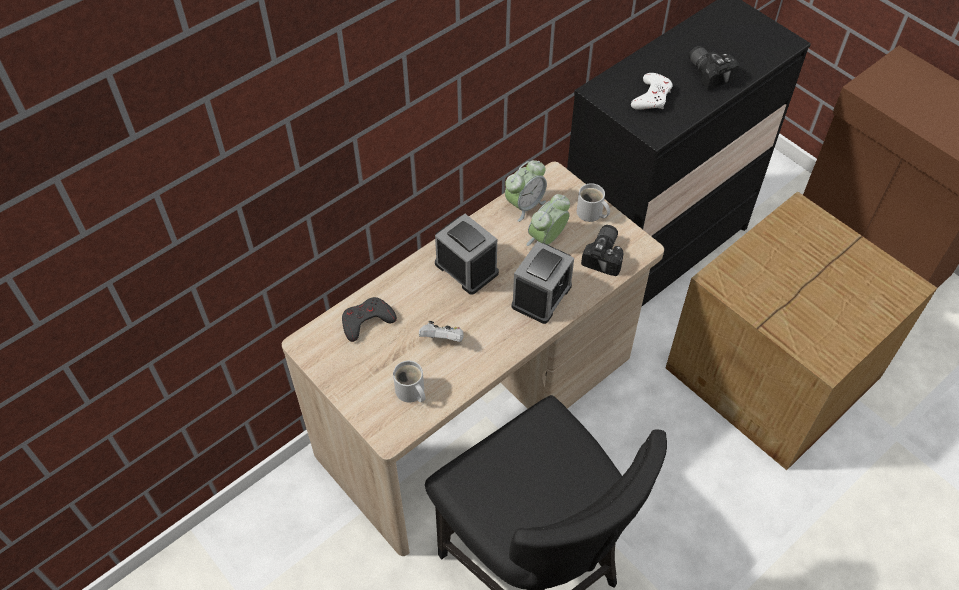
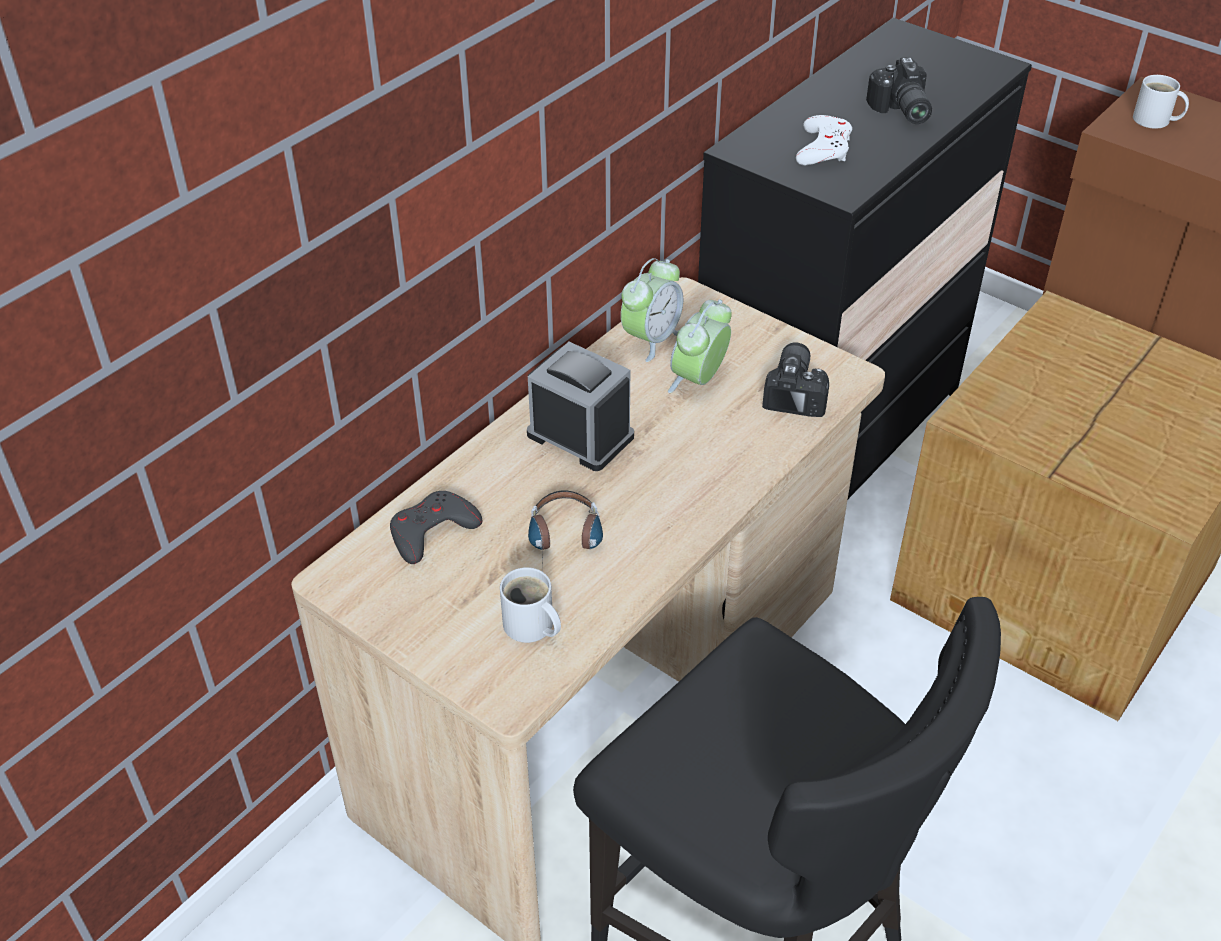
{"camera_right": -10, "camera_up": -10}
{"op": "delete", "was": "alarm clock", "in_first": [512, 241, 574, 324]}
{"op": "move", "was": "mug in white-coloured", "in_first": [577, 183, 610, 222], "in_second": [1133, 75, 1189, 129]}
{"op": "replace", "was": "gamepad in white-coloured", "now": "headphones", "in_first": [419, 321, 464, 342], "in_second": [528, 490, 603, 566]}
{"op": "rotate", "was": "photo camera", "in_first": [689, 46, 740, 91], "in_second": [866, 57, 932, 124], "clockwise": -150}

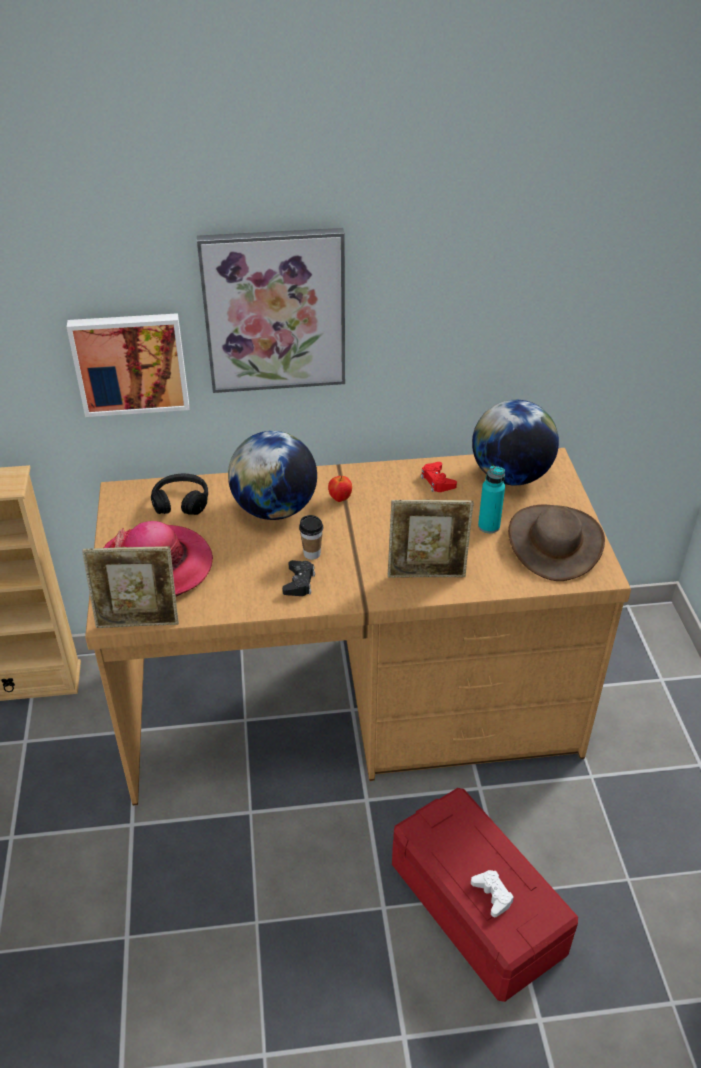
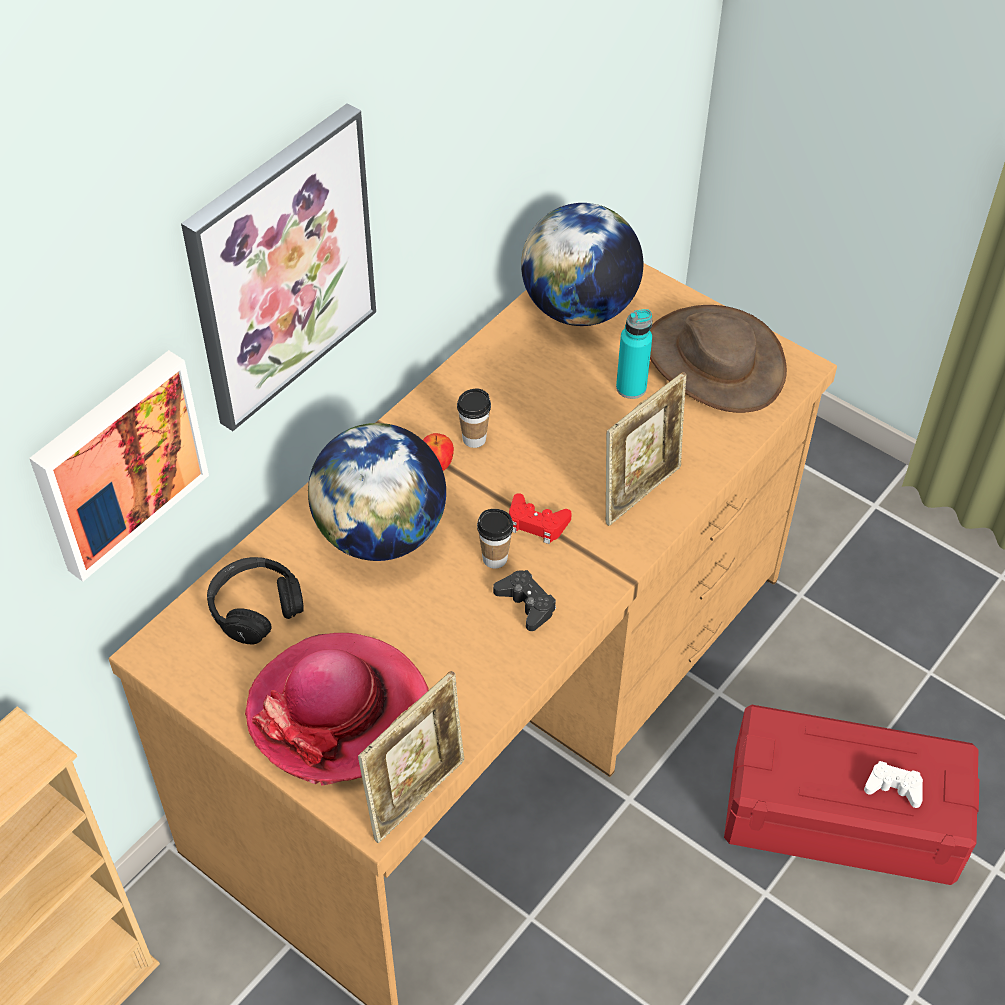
{"camera_right": -45, "camera_up": 10}
{"op": "insert", "now": "cup", "in_second": [457, 389, 491, 448]}
{"op": "move", "was": "gamepad in red-coloured", "in_first": [421, 462, 457, 492], "in_second": [509, 493, 572, 544]}

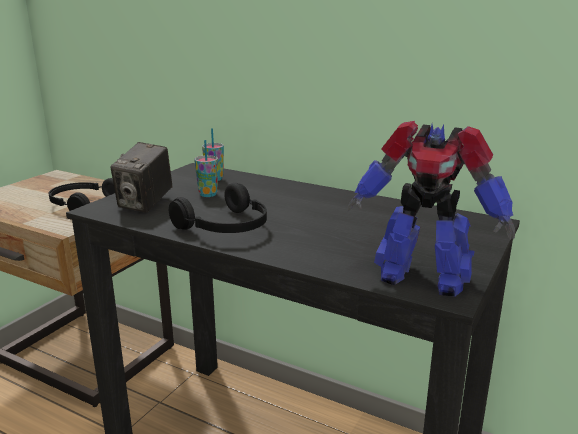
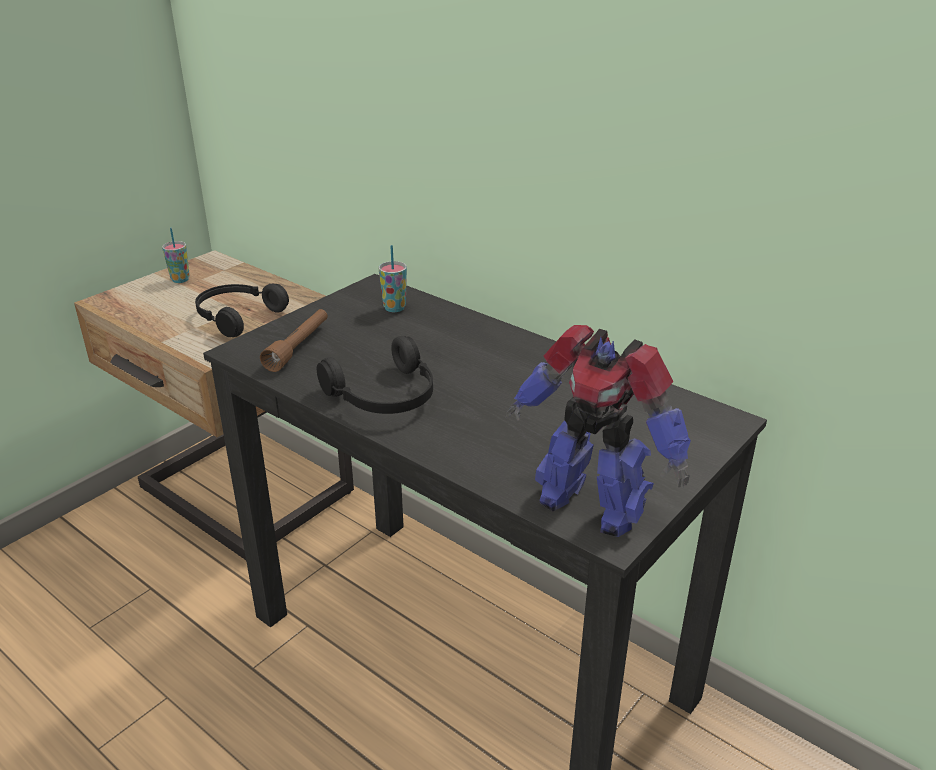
{"camera_right": 10, "camera_up": 10}
{"op": "move", "was": "cup", "in_first": [194, 140, 218, 197], "in_second": [162, 228, 190, 283]}
{"op": "replace", "was": "photo camera", "now": "torch in brown", "in_first": [111, 142, 172, 213], "in_second": [260, 309, 328, 372]}

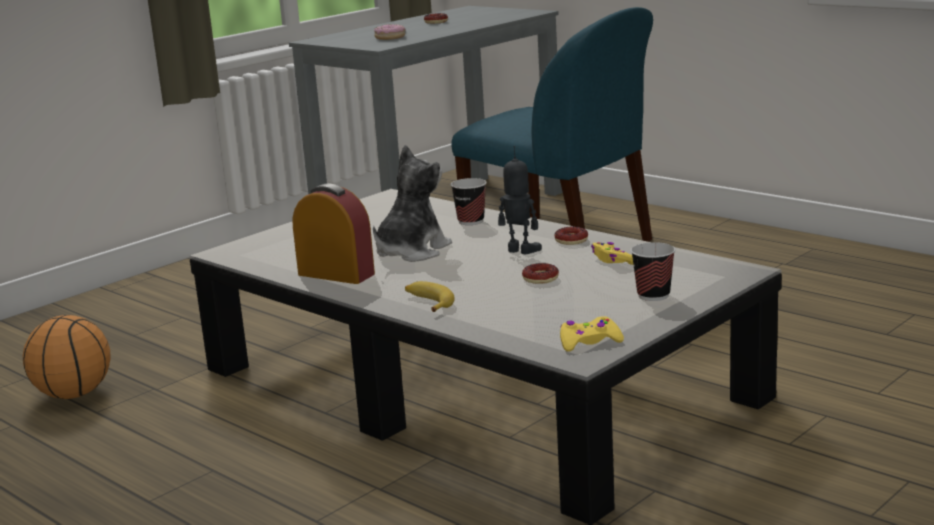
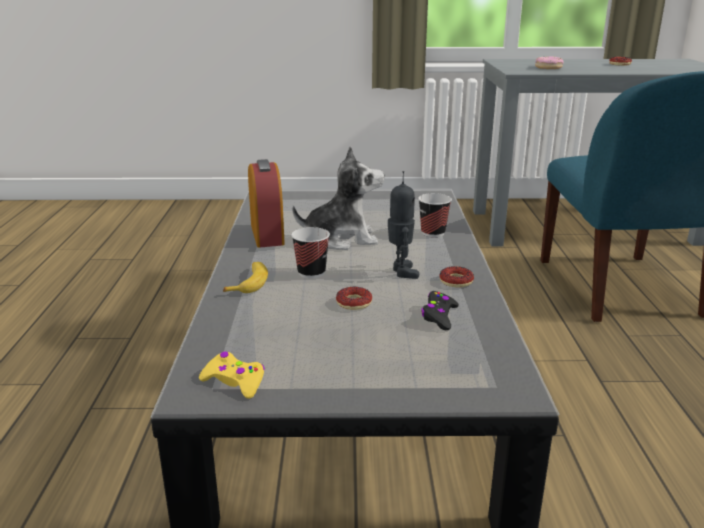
{"camera_right": 45, "camera_up": 5}
{"op": "delete", "was": "ball for basketball", "in_first": [23, 315, 111, 399]}
{"op": "move", "was": "cup", "in_first": [631, 242, 675, 301], "in_second": [291, 227, 330, 278]}
{"op": "recolor", "was": "gamepad in yellow", "now": "gamepad in black", "in_first": [591, 242, 633, 265], "in_second": [421, 291, 459, 330]}

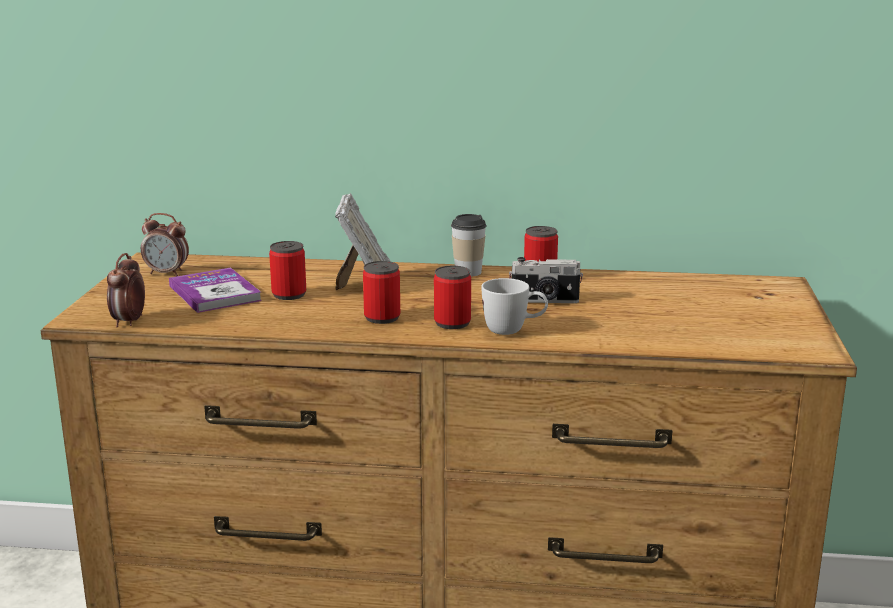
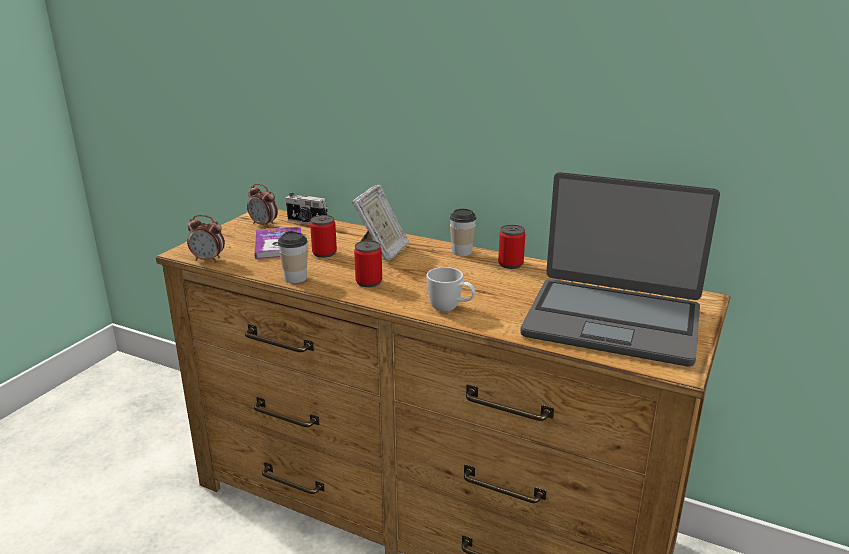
{"camera_right": 20, "camera_up": 5}
{"op": "delete", "was": "sealed can", "in_first": [434, 266, 471, 329]}
{"op": "insert", "now": "cup", "in_second": [278, 231, 307, 283]}
{"op": "insert", "now": "portable computer", "in_second": [520, 172, 720, 367]}
{"op": "move", "was": "photo camera", "in_first": [509, 257, 583, 303], "in_second": [286, 193, 328, 224]}
{"op": "rotate", "was": "alarm clock", "in_first": [107, 253, 145, 327], "in_second": [187, 215, 225, 263], "clockwise": -105}

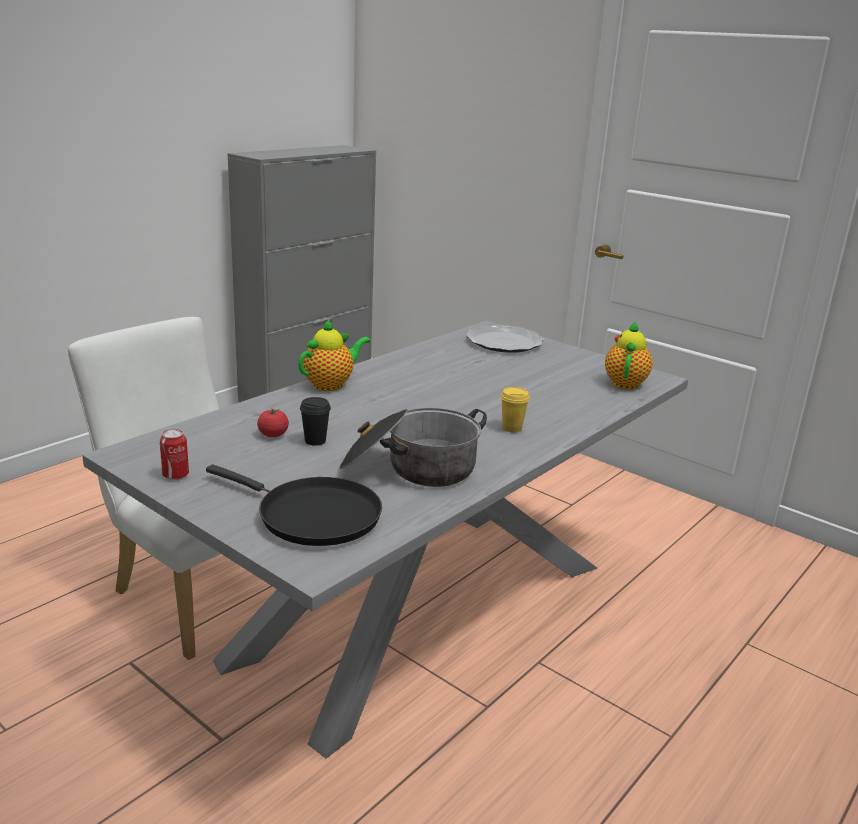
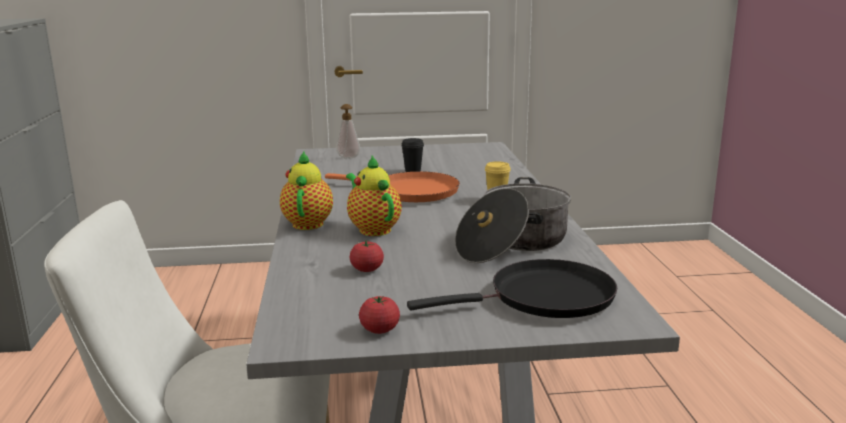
{"camera_right": -45, "camera_up": -5}
{"op": "insert", "now": "pan in orange-coloured", "in_second": [325, 171, 460, 202]}
{"op": "move", "was": "cup in black", "in_first": [300, 397, 331, 446], "in_second": [401, 138, 424, 172]}
{"op": "move", "was": "tea pot", "in_first": [605, 320, 653, 389], "in_second": [346, 155, 402, 236]}
{"op": "replace", "was": "sealed can", "now": "tomato", "in_first": [160, 429, 189, 480], "in_second": [359, 296, 400, 334]}
{"op": "replace", "was": "plate", "now": "liquid soap bottle", "in_first": [466, 325, 544, 353], "in_second": [336, 104, 360, 159]}

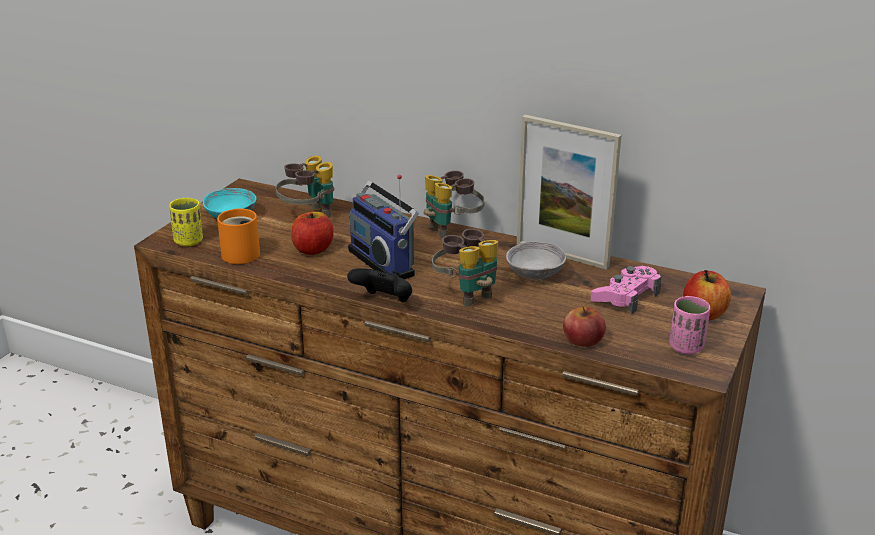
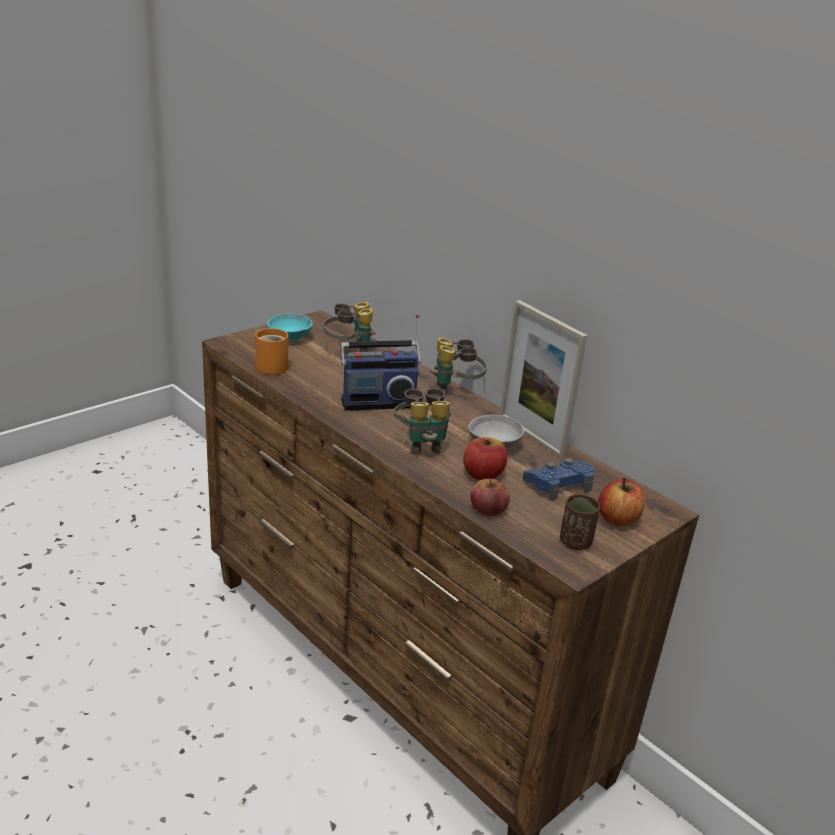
{"camera_right": 20, "camera_up": 0}
{"op": "delete", "was": "cup in yellow", "in_first": [169, 198, 203, 246]}
{"op": "delete", "was": "gamepad in black", "in_first": [347, 268, 412, 302]}
{"op": "move", "was": "whole apple", "in_first": [291, 212, 334, 255], "in_second": [463, 437, 507, 480]}
{"op": "recolor", "was": "gamepad in pinkish", "now": "gamepad in blue-coloured", "in_first": [590, 266, 661, 314], "in_second": [523, 458, 594, 500]}
{"op": "recolor", "was": "cup in pinkish", "now": "cup in brown", "in_first": [669, 296, 710, 355], "in_second": [560, 494, 600, 550]}
{"op": "rotate", "was": "radio", "in_first": [348, 175, 419, 279], "in_second": [341, 314, 421, 411], "clockwise": -90}

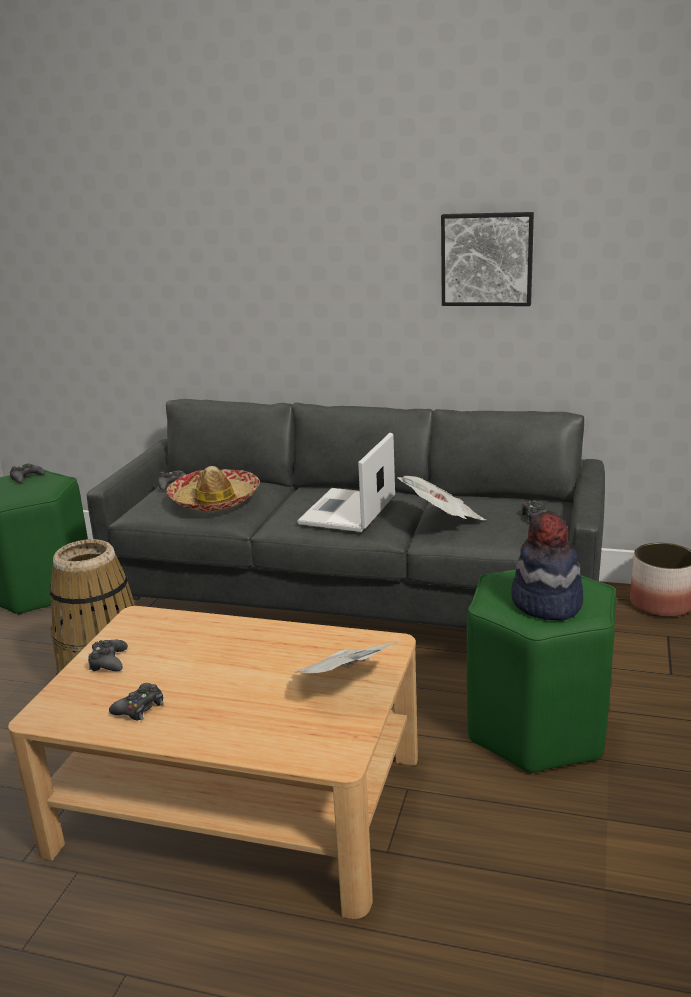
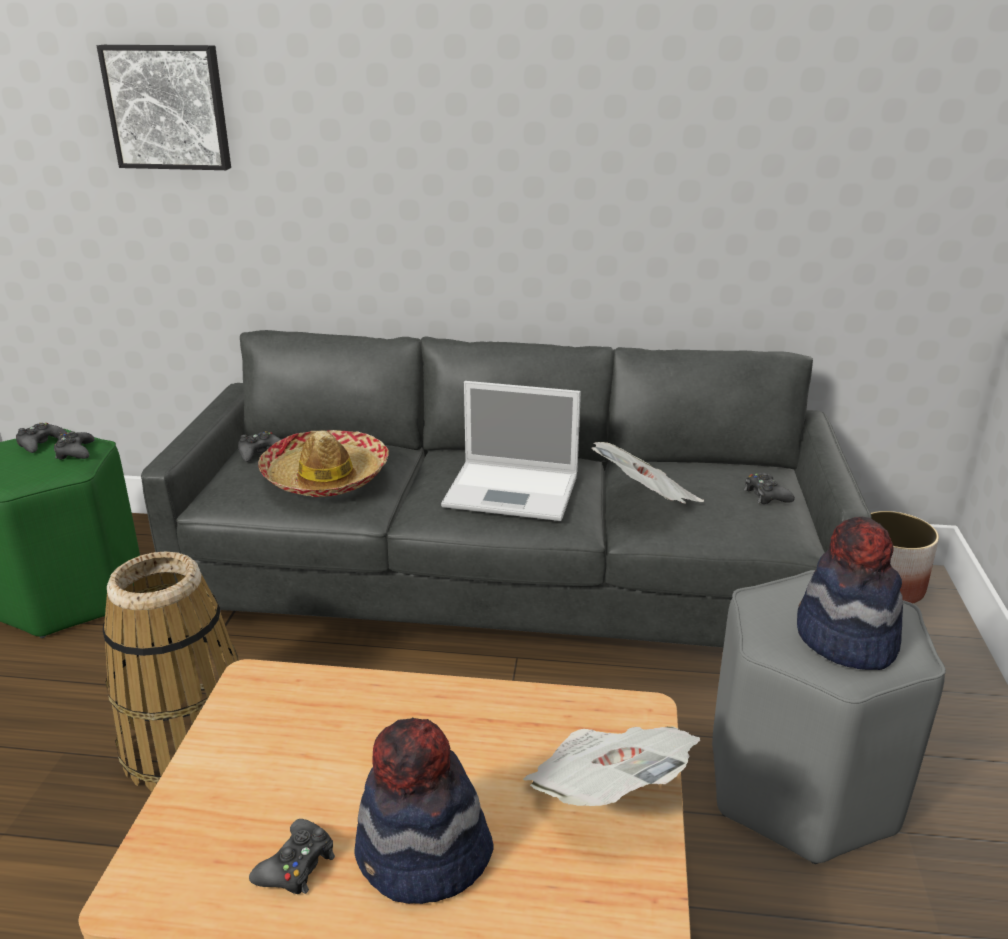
{"camera_right": -10, "camera_up": 5}
{"op": "insert", "now": "clothing hat", "in_second": [355, 717, 494, 904]}
{"op": "move", "was": "gamepad in black", "in_first": [88, 640, 128, 671], "in_second": [54, 431, 95, 460]}
{"op": "move", "was": "picture", "in_first": [441, 212, 534, 306], "in_second": [97, 45, 231, 170]}
{"op": "recolor", "was": "stool in green-coloured", "now": "stool in grey", "in_first": [467, 569, 616, 774], "in_second": [712, 570, 946, 864]}
{"op": "rotate", "was": "portable computer", "in_first": [297, 433, 395, 532], "in_second": [441, 381, 581, 521], "clockwise": -90}

